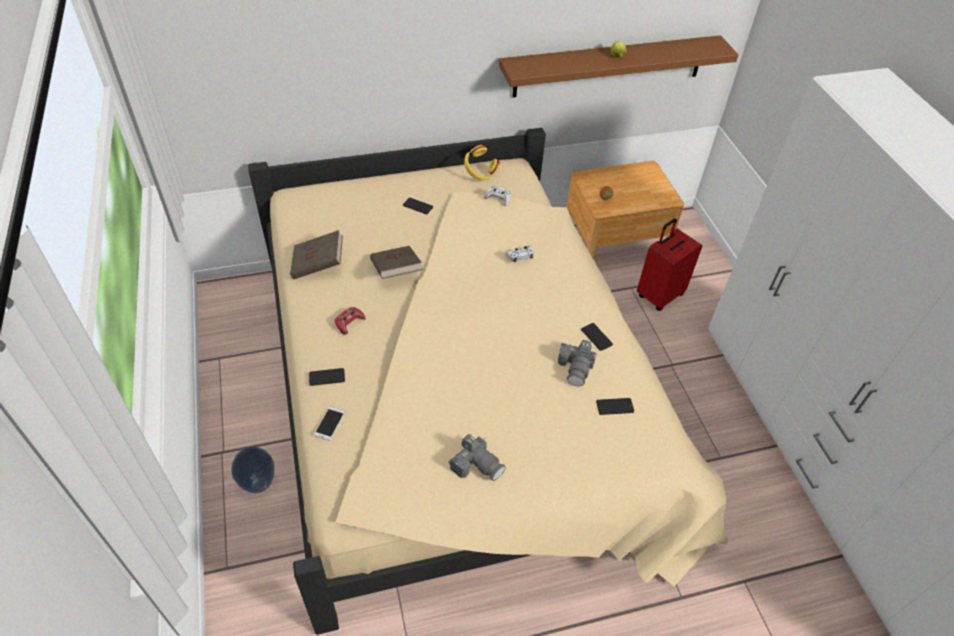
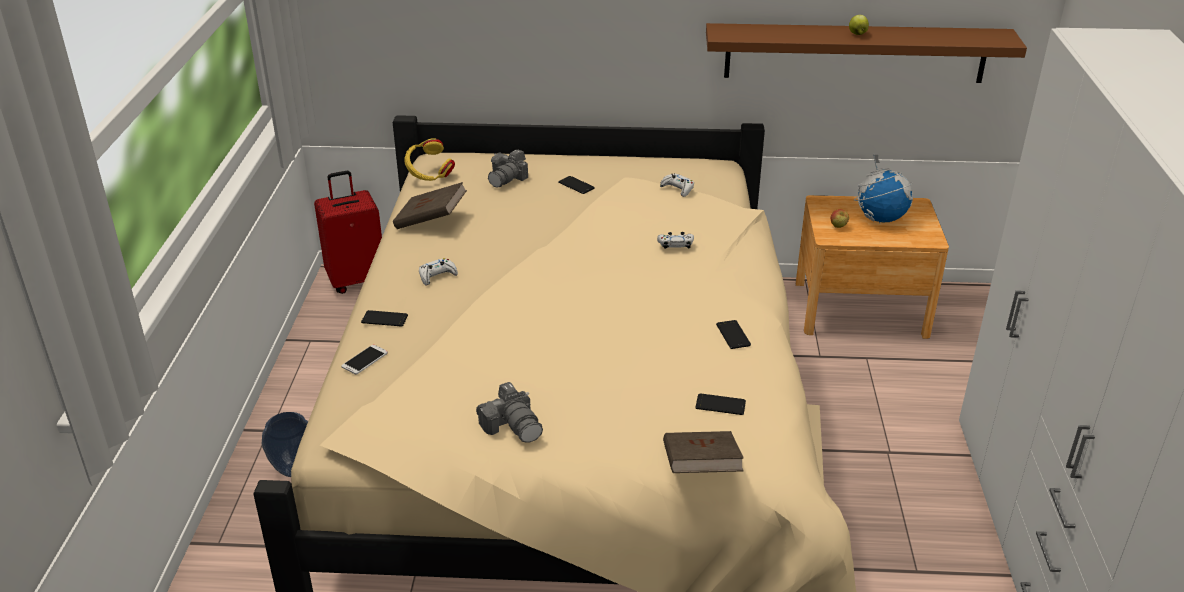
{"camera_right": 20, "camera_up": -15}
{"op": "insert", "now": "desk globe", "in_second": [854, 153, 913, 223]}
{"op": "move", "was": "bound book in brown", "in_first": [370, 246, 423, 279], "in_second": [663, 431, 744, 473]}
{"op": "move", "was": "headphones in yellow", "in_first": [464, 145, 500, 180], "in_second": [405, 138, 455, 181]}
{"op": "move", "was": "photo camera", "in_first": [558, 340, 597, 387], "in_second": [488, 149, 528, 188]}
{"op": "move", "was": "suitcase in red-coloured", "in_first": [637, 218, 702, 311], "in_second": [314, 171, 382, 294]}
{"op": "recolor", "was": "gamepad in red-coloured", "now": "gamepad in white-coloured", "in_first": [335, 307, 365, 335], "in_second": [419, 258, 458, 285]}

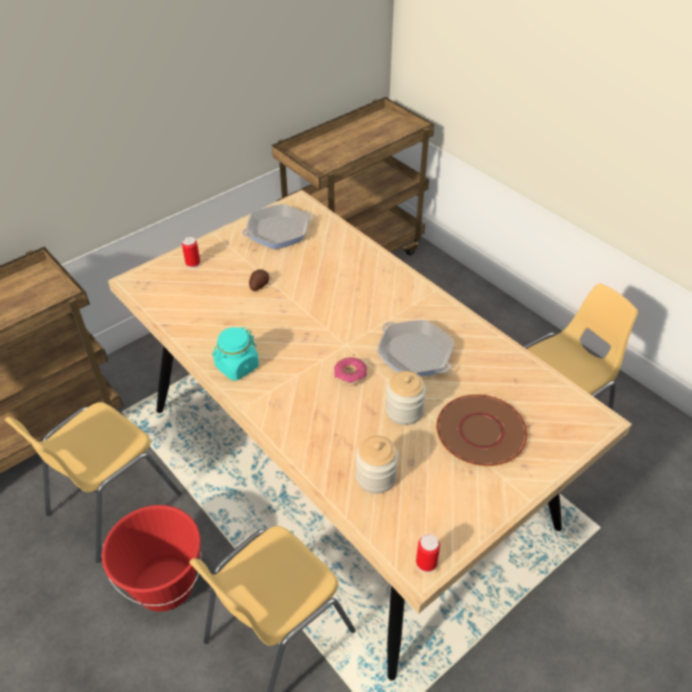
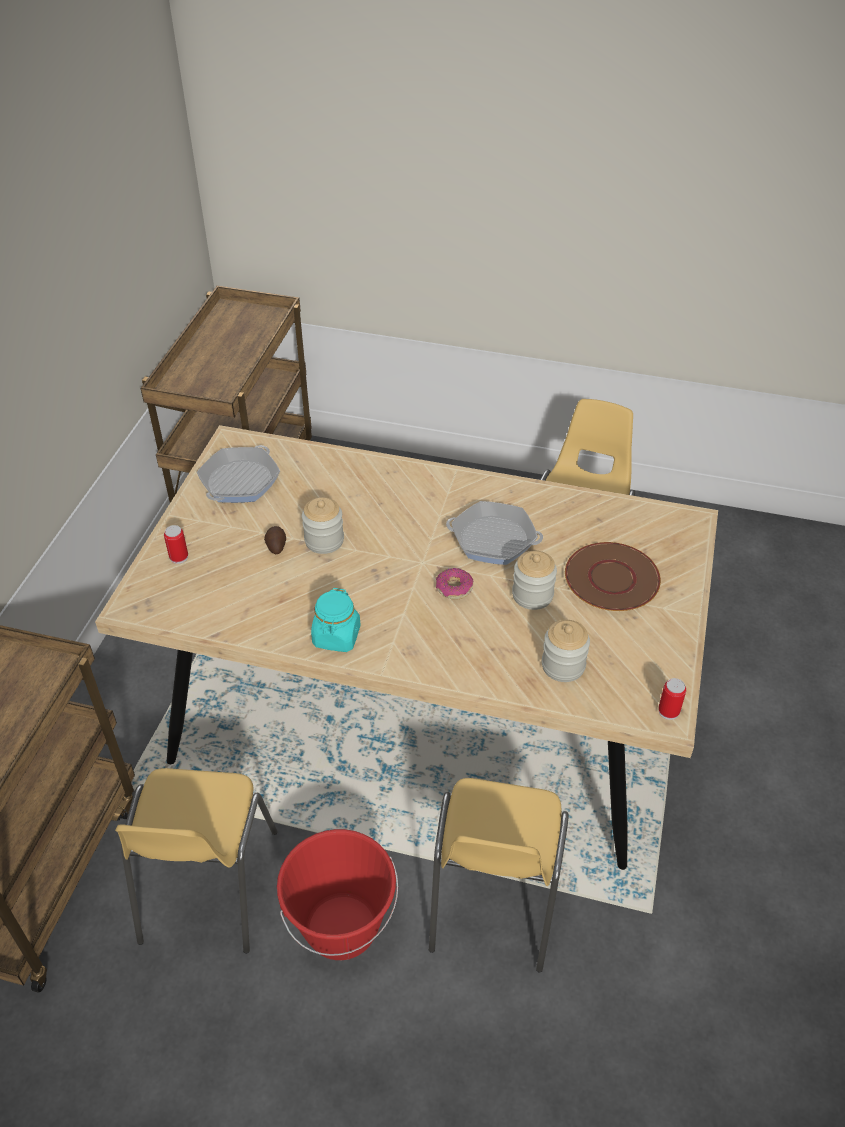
{"camera_right": -35, "camera_up": 0}
{"op": "insert", "now": "preserve jar", "in_second": [302, 497, 344, 554]}

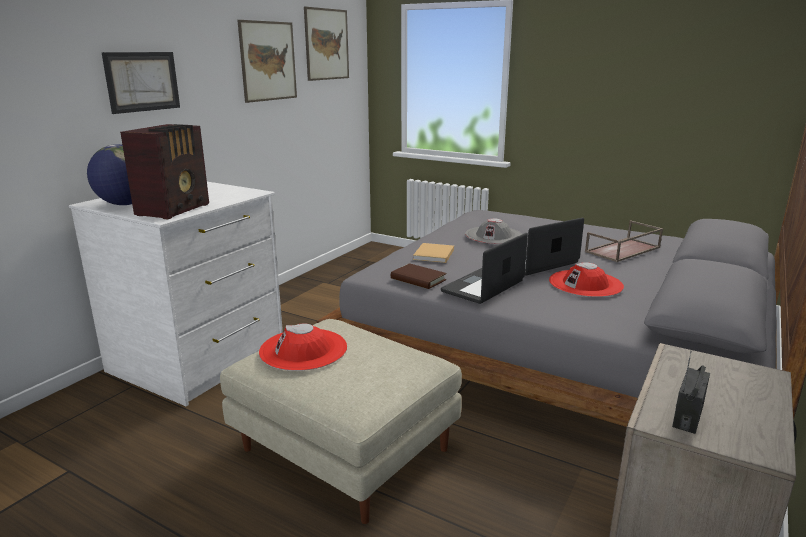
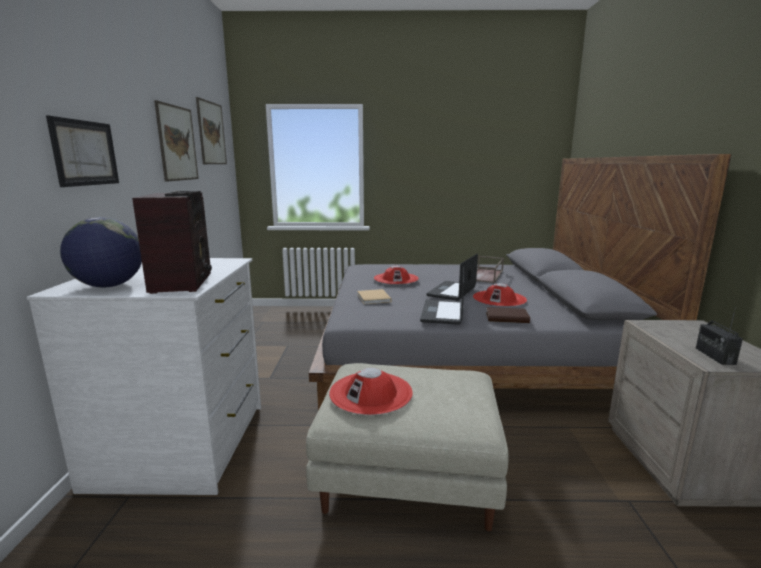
{"camera_right": -30, "camera_up": -5}
{"op": "move", "was": "bound book in brown", "in_first": [391, 263, 447, 289], "in_second": [486, 307, 530, 323]}
{"op": "recolor", "was": "clothing hat in grey", "now": "clothing hat in red-coloured", "in_first": [465, 218, 522, 244], "in_second": [374, 266, 419, 285]}

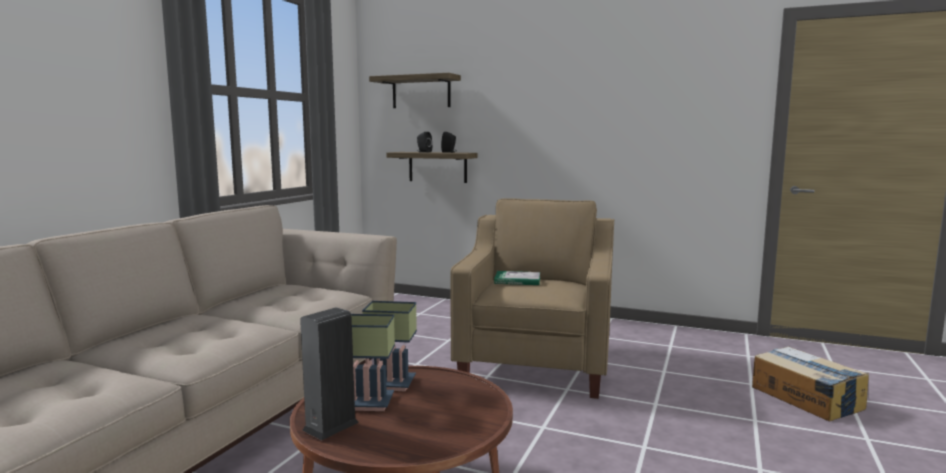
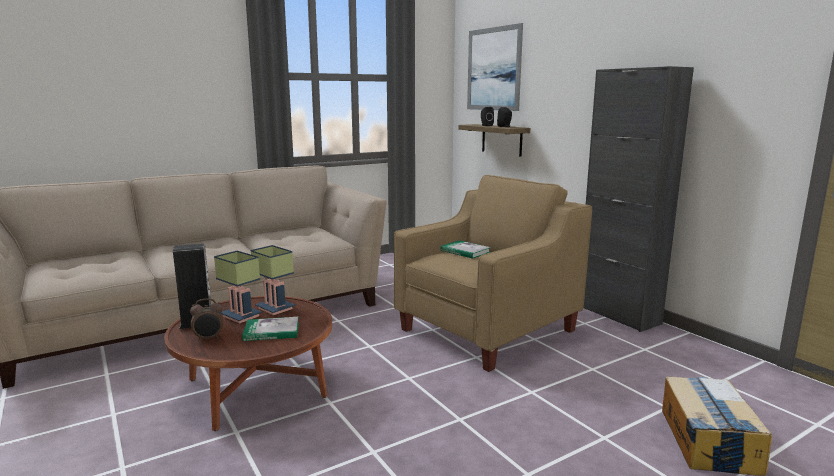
{"camera_right": 35, "camera_up": 5}
{"op": "insert", "now": "alarm clock", "in_second": [190, 298, 223, 341]}
{"op": "insert", "now": "bound book", "in_second": [242, 317, 299, 341]}
{"op": "insert", "now": "cabinet in black", "in_second": [584, 66, 694, 332]}
{"op": "replace", "was": "wall shelf", "now": "picture", "in_first": [369, 73, 461, 108], "in_second": [467, 23, 523, 111]}

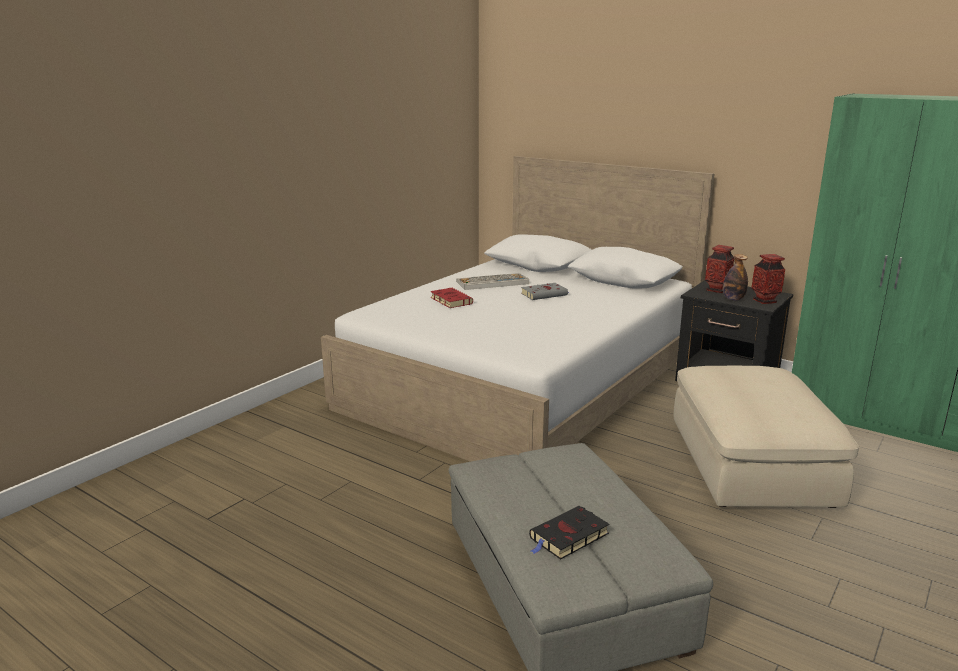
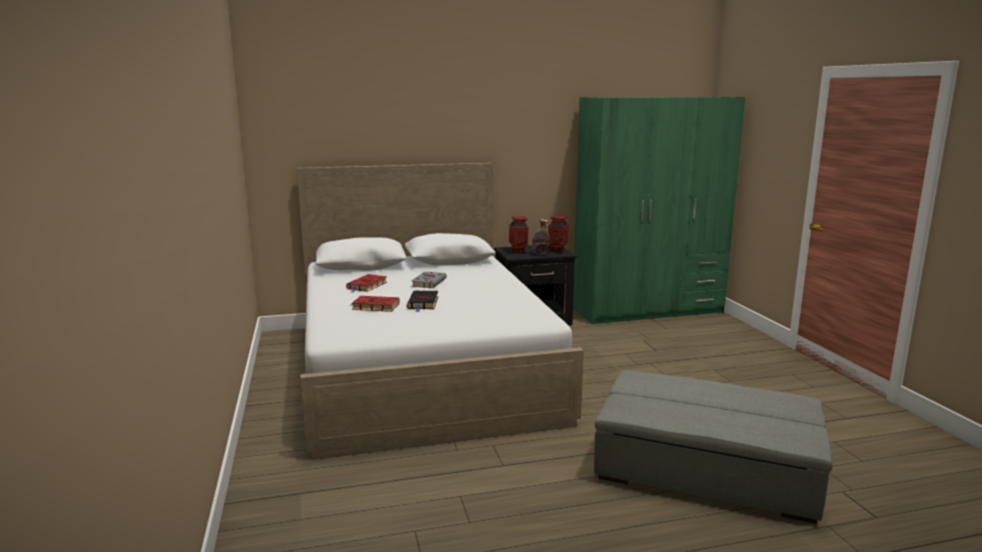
{"camera_right": -50, "camera_up": -5}
{"op": "delete", "was": "pouffe in sand-coloured", "in_first": [674, 366, 859, 508]}
{"op": "move", "was": "bound book in black", "in_first": [529, 506, 610, 560], "in_second": [407, 290, 438, 312]}
{"op": "replace", "was": "PC keyboard", "now": "bound book in red-coloured", "in_first": [456, 273, 529, 290], "in_second": [346, 274, 387, 293]}

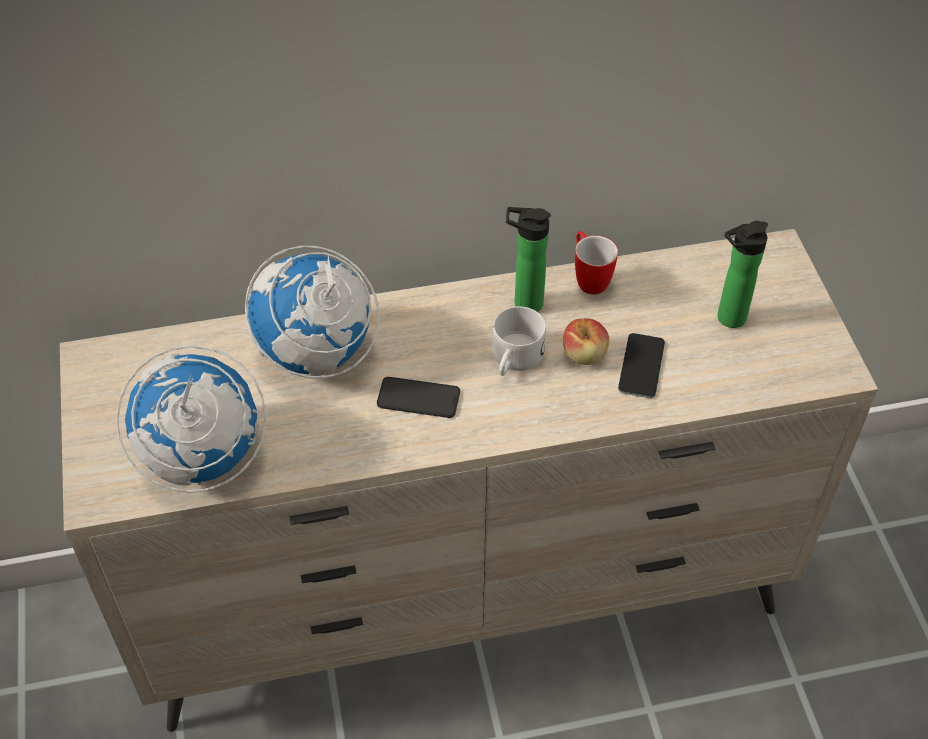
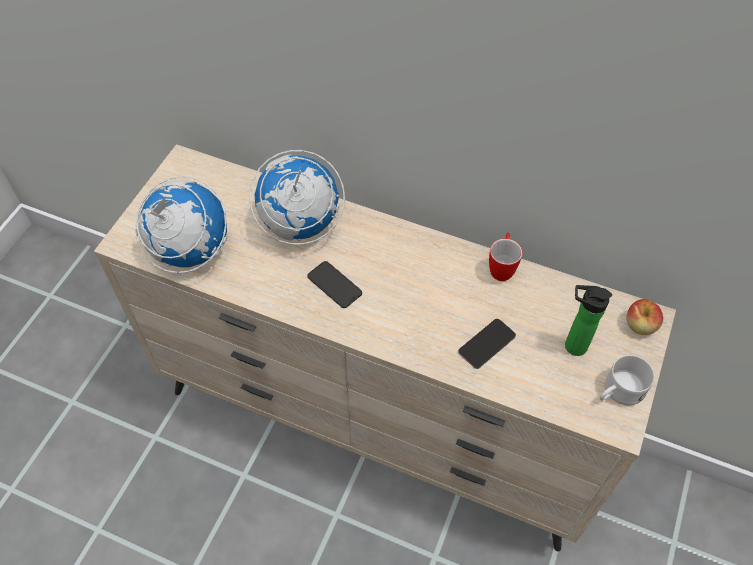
{"camera_right": 35, "camera_up": 5}
{"op": "delete", "was": "beverage bottle", "in_first": [506, 207, 551, 312]}
{"op": "move", "was": "mug in white-coloured", "in_first": [492, 306, 546, 376], "in_second": [600, 355, 654, 405]}
{"op": "move", "was": "whole apple", "in_first": [563, 318, 609, 365], "in_second": [626, 299, 663, 335]}

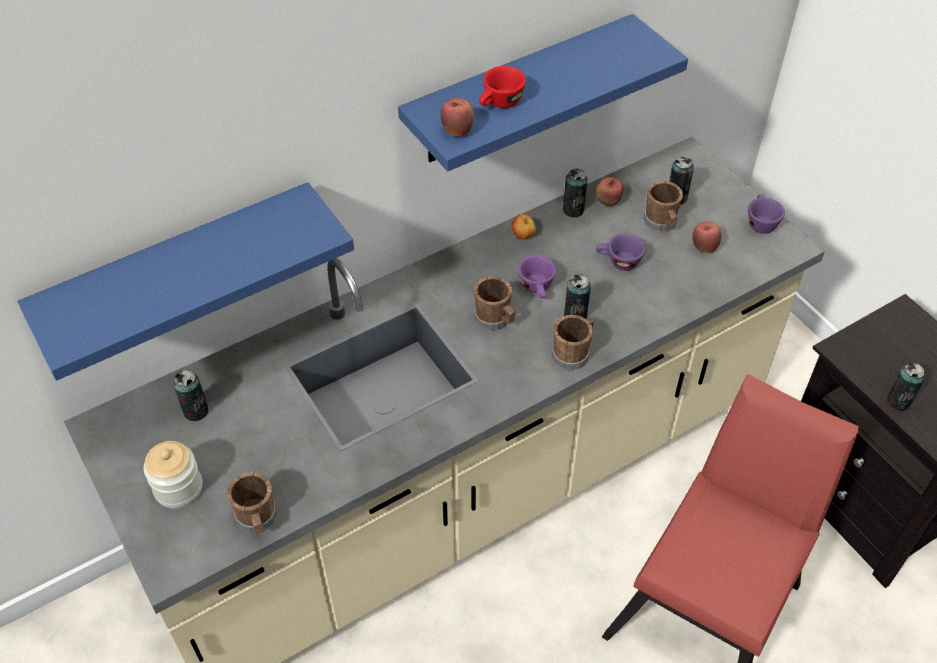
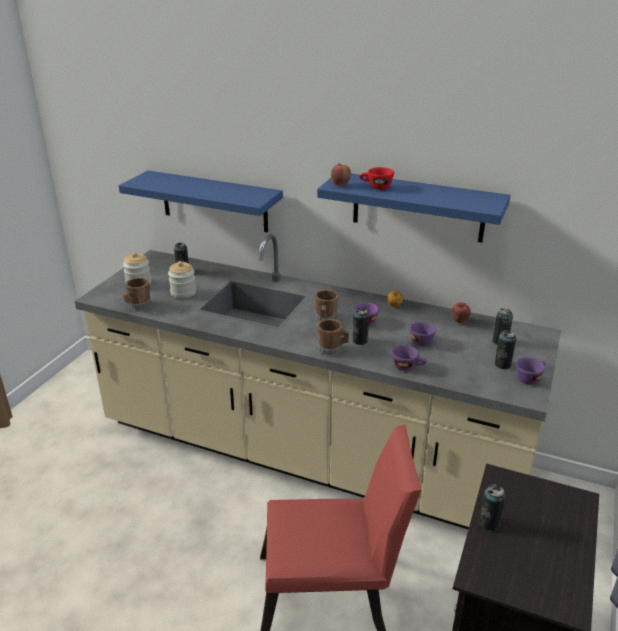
{"camera_right": 55, "camera_up": -20}
{"op": "delete", "was": "mug in brown", "in_first": [644, 181, 683, 232]}
{"op": "delete", "was": "whole apple", "in_first": [692, 221, 721, 253]}
{"op": "insert", "now": "preserve jar", "in_second": [168, 261, 196, 299]}
{"op": "insert", "now": "cup in purple-coloured", "in_second": [391, 345, 427, 371]}
{"op": "move", "was": "sealed can", "in_first": [563, 168, 587, 217], "in_second": [495, 330, 516, 369]}

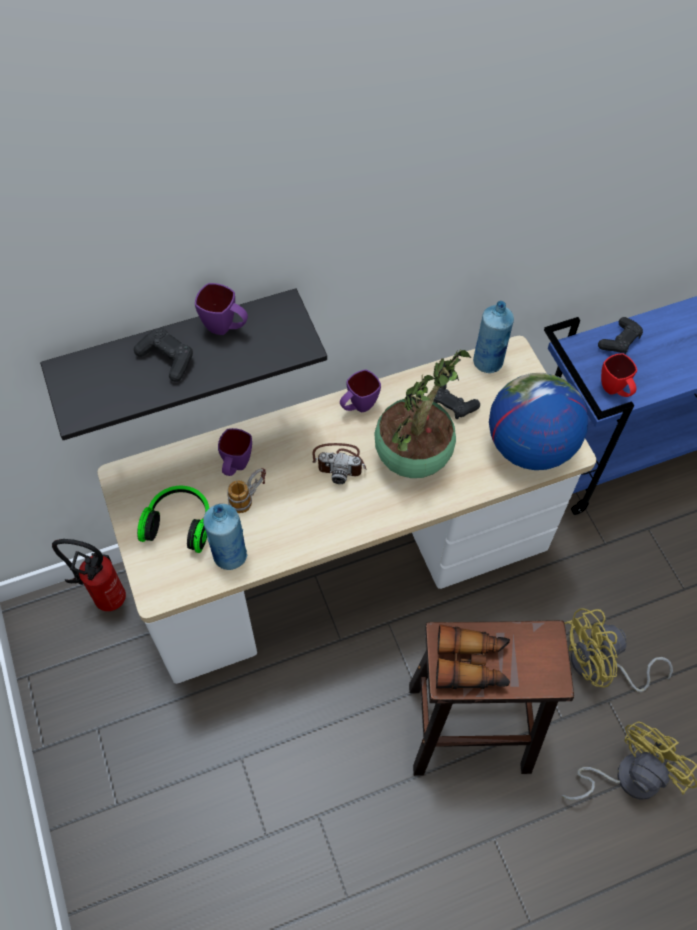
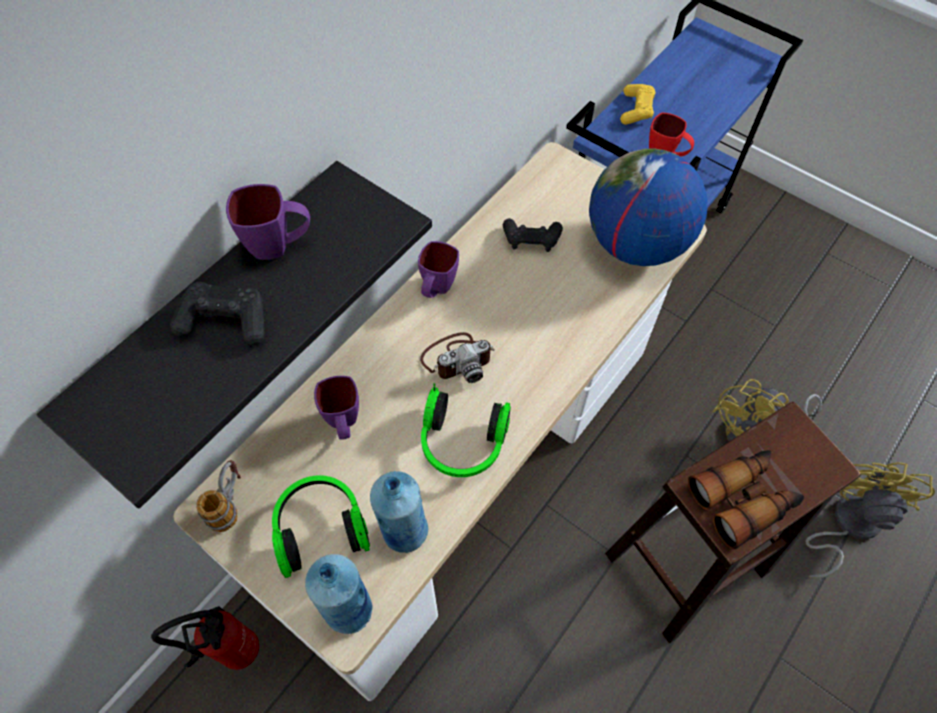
{"camera_right": -30, "camera_up": 0}
{"op": "delete", "was": "plant in a pot", "in_first": [374, 349, 471, 478]}
{"op": "insert", "now": "headphones", "in_second": [421, 383, 511, 477]}
{"op": "move", "was": "mug", "in_first": [227, 468, 266, 513], "in_second": [196, 460, 241, 532]}
{"op": "move", "was": "beverage bottle in blue-coloured", "in_first": [473, 301, 514, 373], "in_second": [305, 554, 372, 634]}
{"op": "recolor", "was": "gamepad in black", "now": "gamepad in yellow", "in_first": [598, 317, 643, 354], "in_second": [620, 84, 656, 125]}

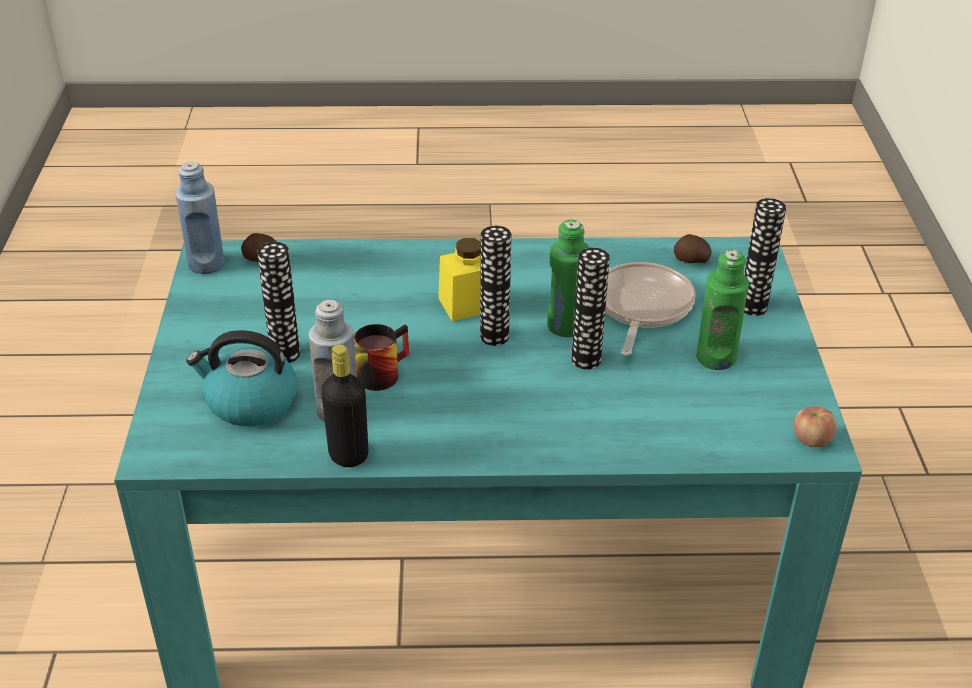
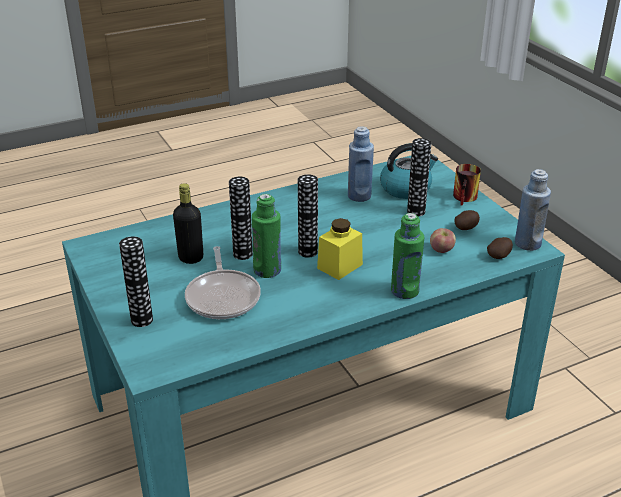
{"camera_right": 155, "camera_up": -5}
{"op": "move", "was": "beverage bottle in black", "in_first": [321, 344, 368, 467], "in_second": [173, 183, 203, 264]}
{"op": "move", "was": "mug", "in_first": [354, 324, 409, 391], "in_second": [453, 164, 481, 206]}
{"op": "move", "was": "spud", "in_first": [674, 234, 712, 263], "in_second": [454, 210, 480, 230]}
{"op": "move", "was": "beverage bottle in green-coloured", "in_first": [696, 250, 749, 370], "in_second": [391, 213, 424, 299]}
{"op": "move", "was": "whole apple", "in_first": [794, 406, 837, 447], "in_second": [430, 228, 456, 253]}

